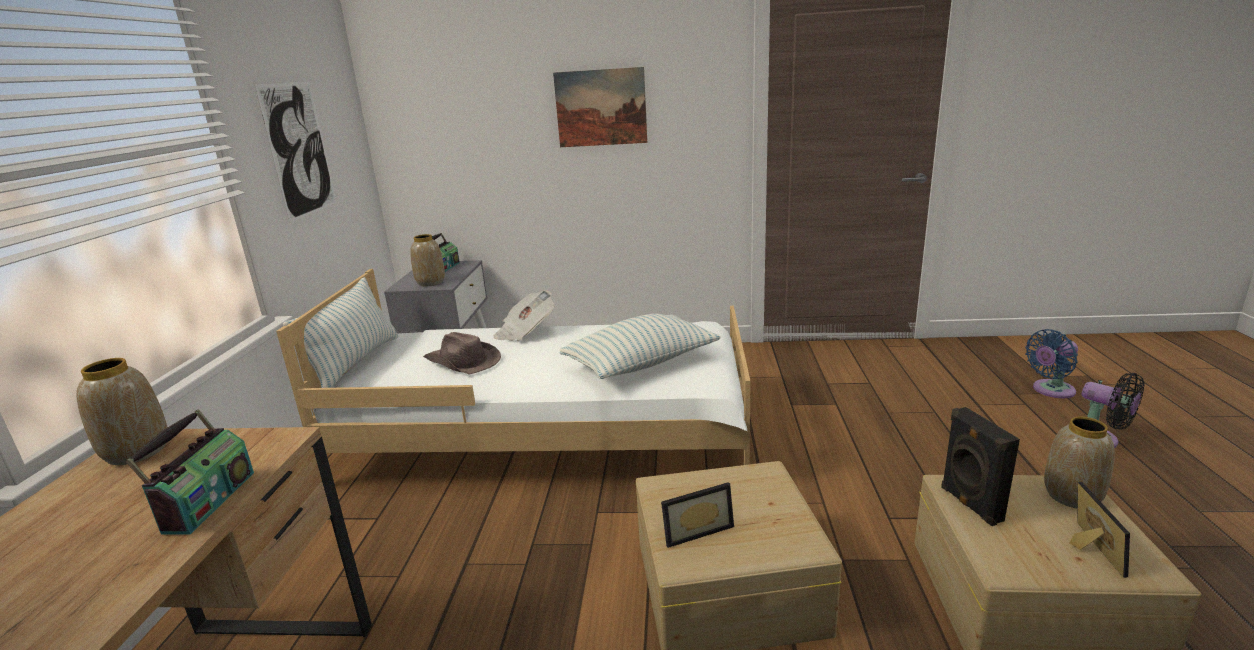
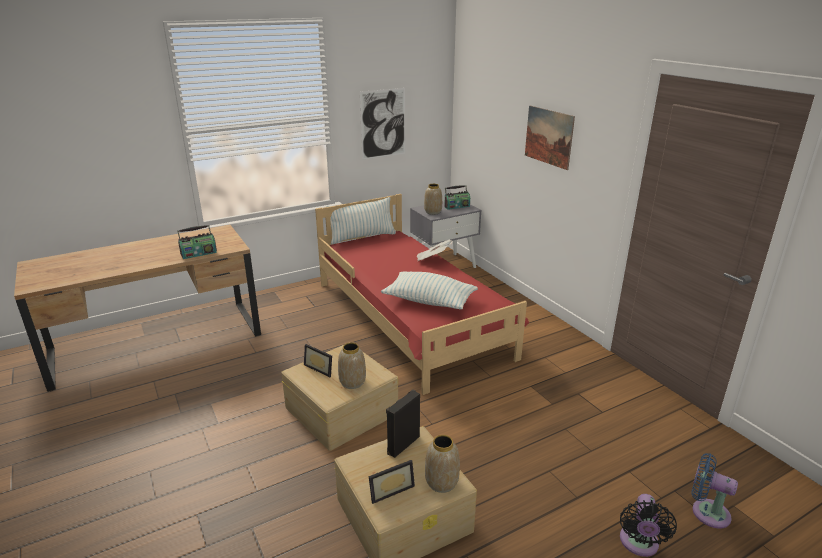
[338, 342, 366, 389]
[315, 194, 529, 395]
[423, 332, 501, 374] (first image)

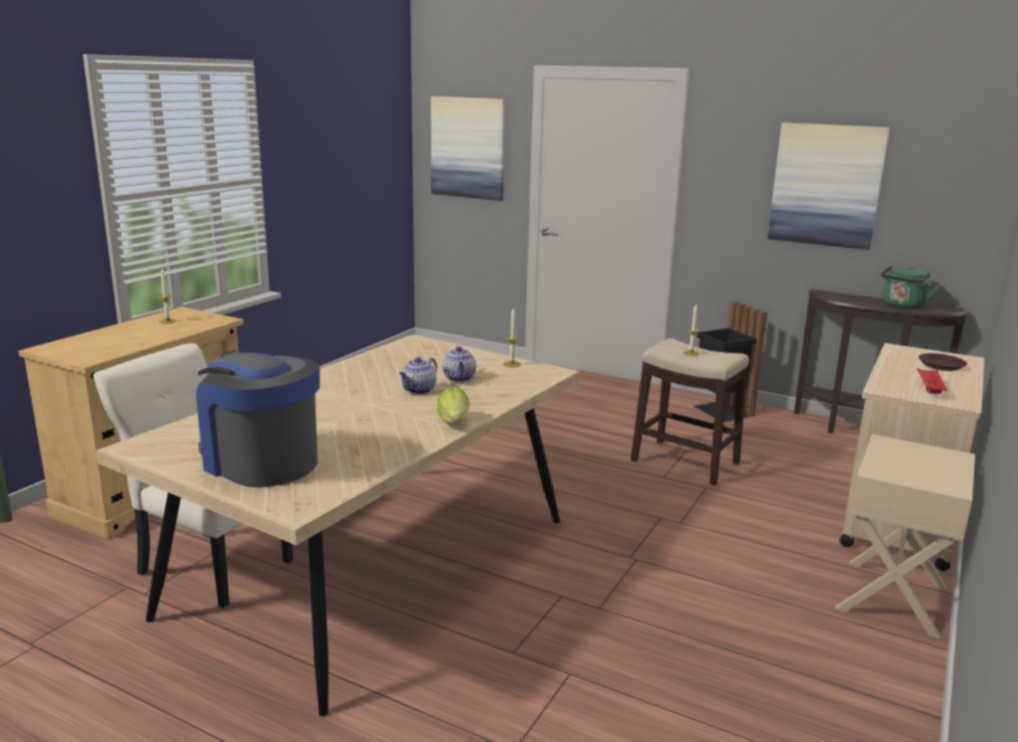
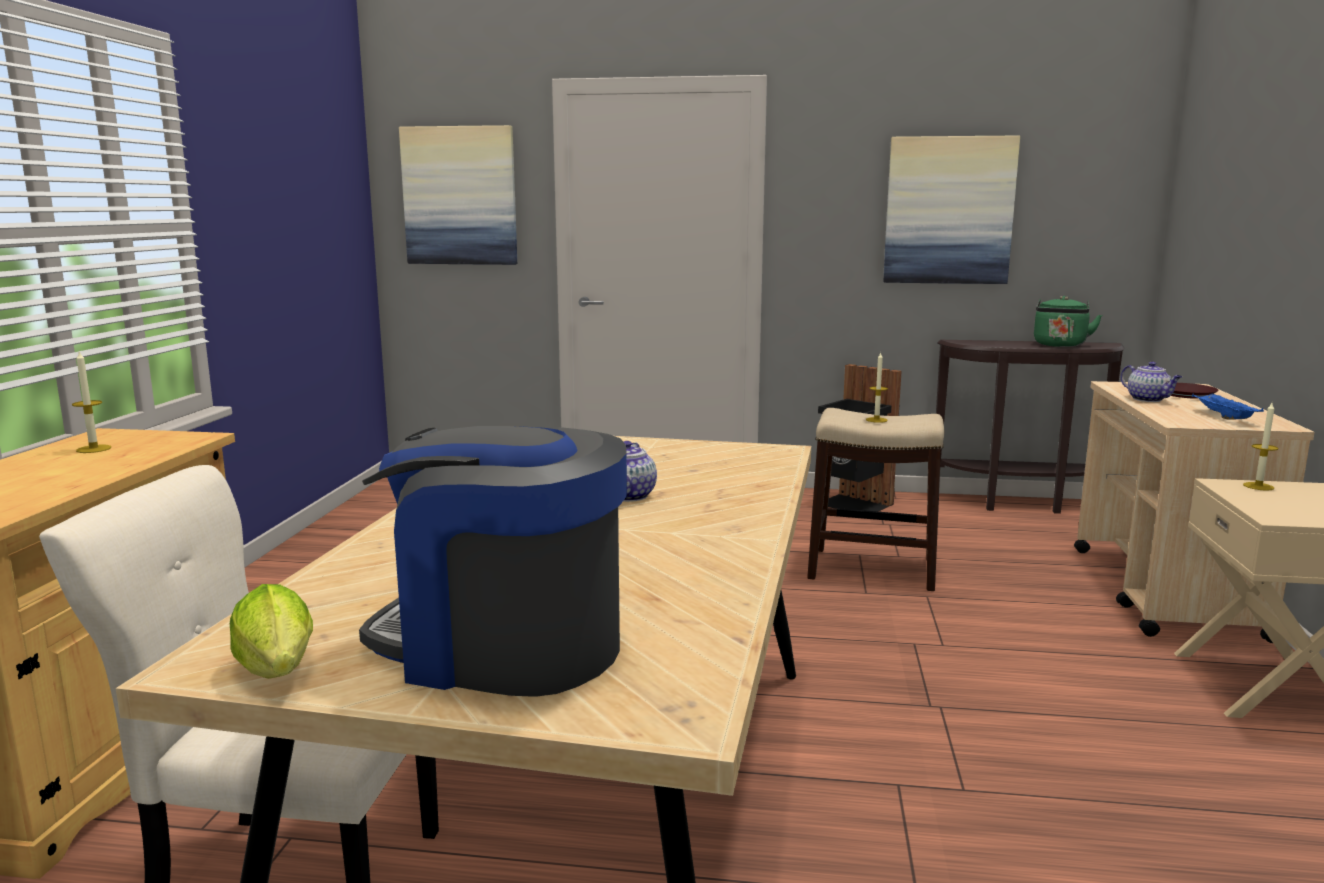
[230, 584, 313, 679]
[1121, 361, 1182, 402]
[1243, 403, 1278, 491]
[1192, 393, 1264, 420]

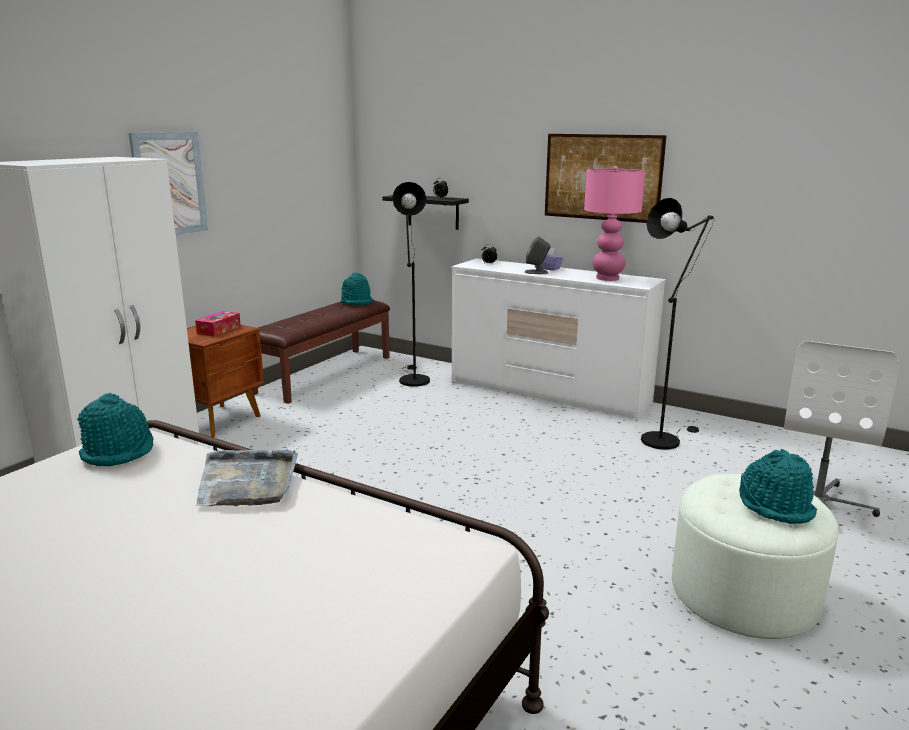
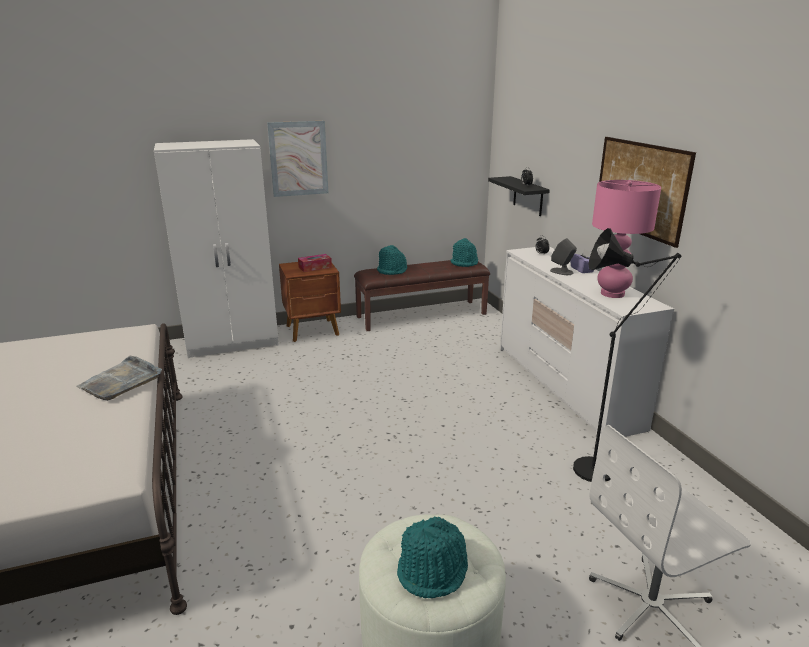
[377, 245, 407, 275]
[392, 182, 430, 387] (first image)

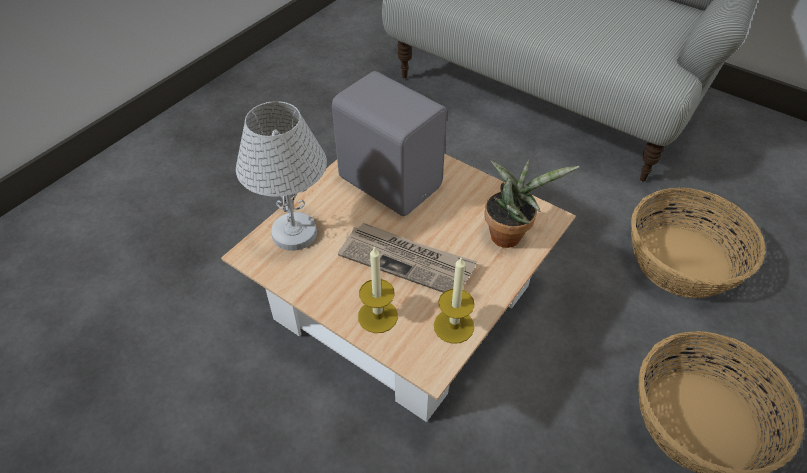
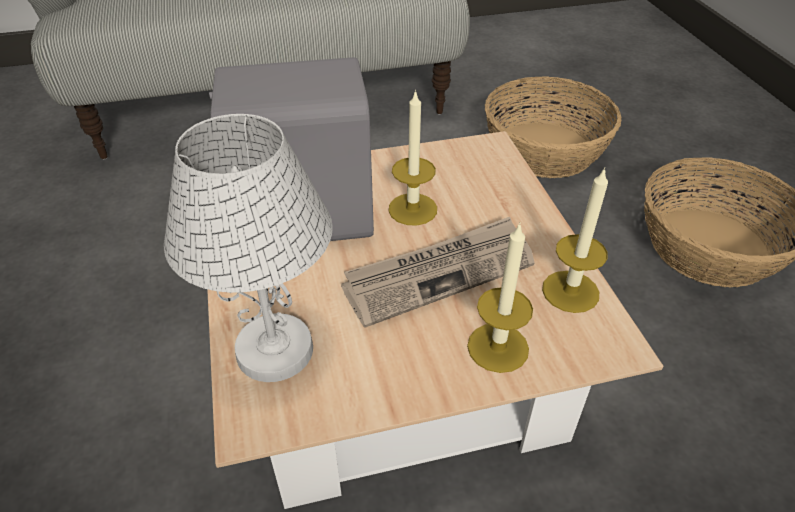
[484, 160, 579, 248] (first image)
[388, 90, 437, 226]

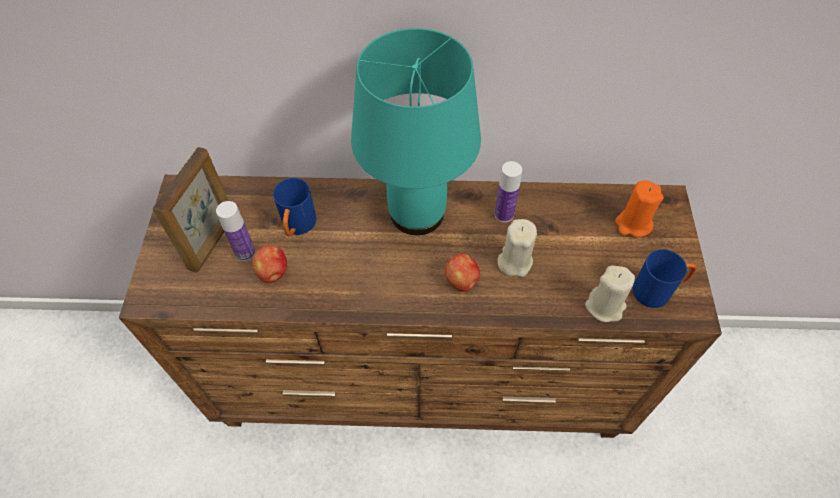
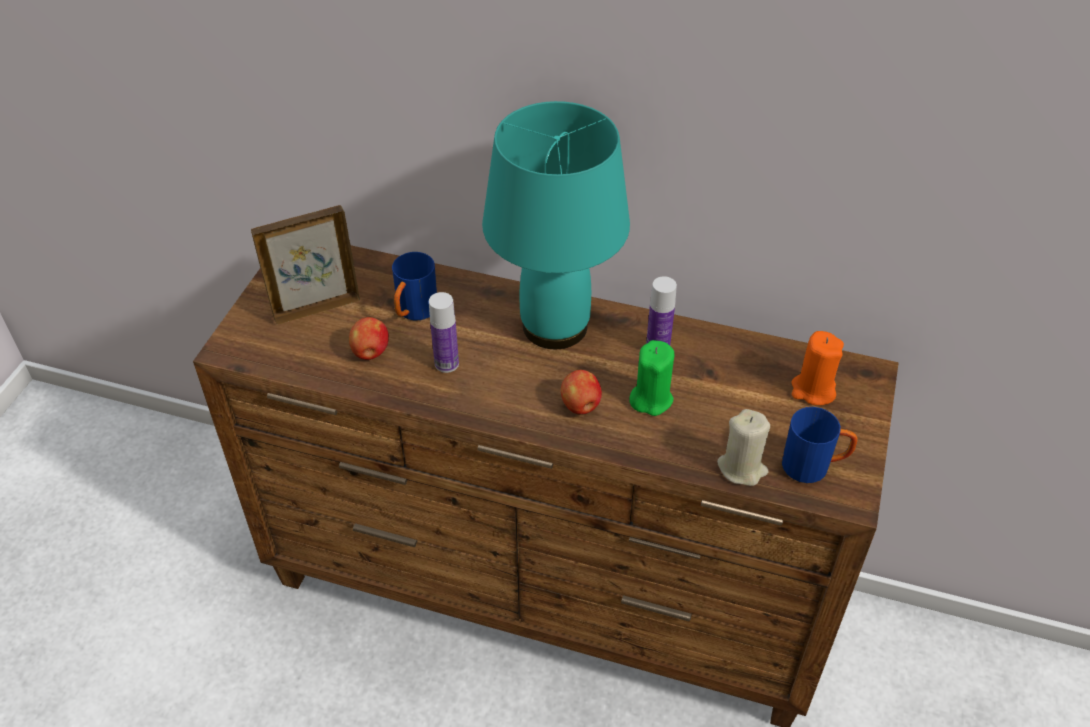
[251, 205, 360, 325]
[429, 292, 459, 373]
[629, 340, 674, 416]

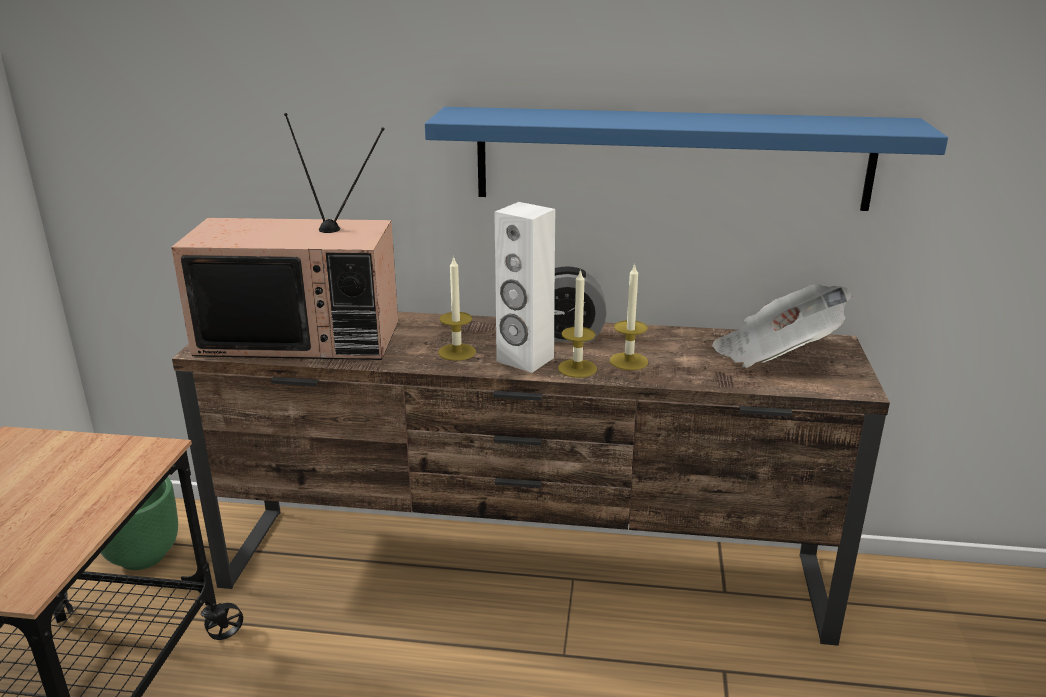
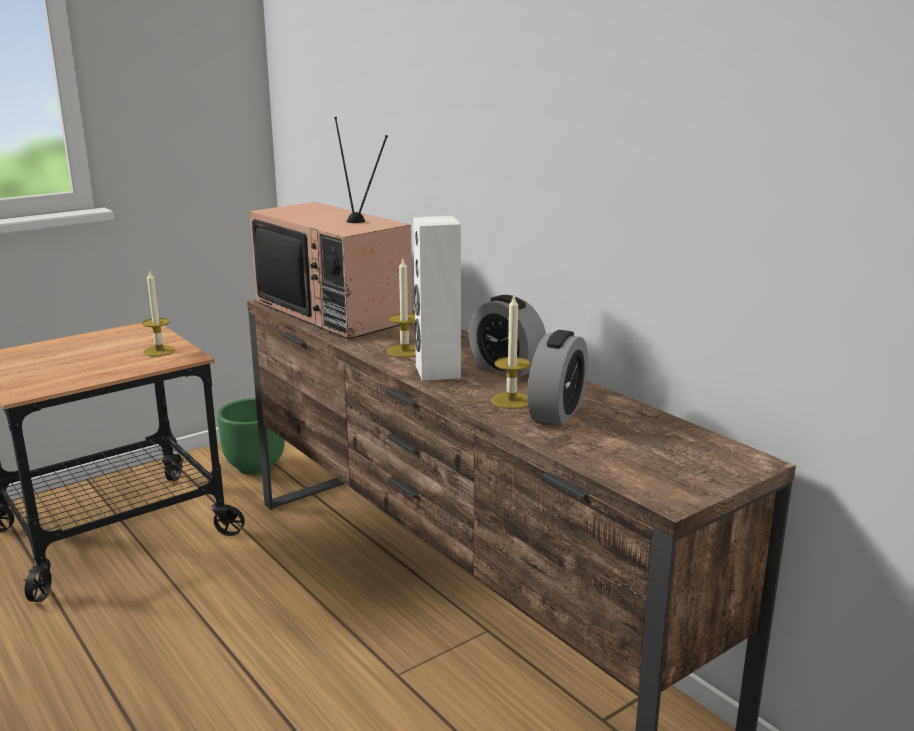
[425, 107, 948, 211] (first image)
[142, 269, 176, 356]
[712, 284, 853, 368] (first image)
[527, 330, 588, 426]

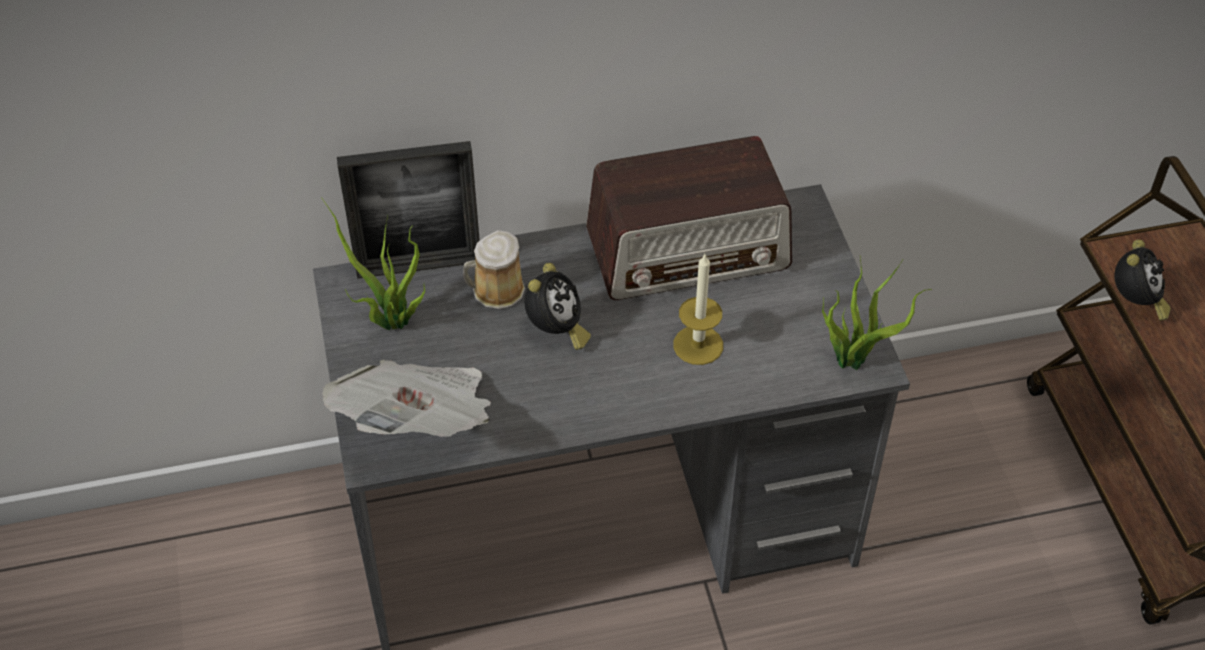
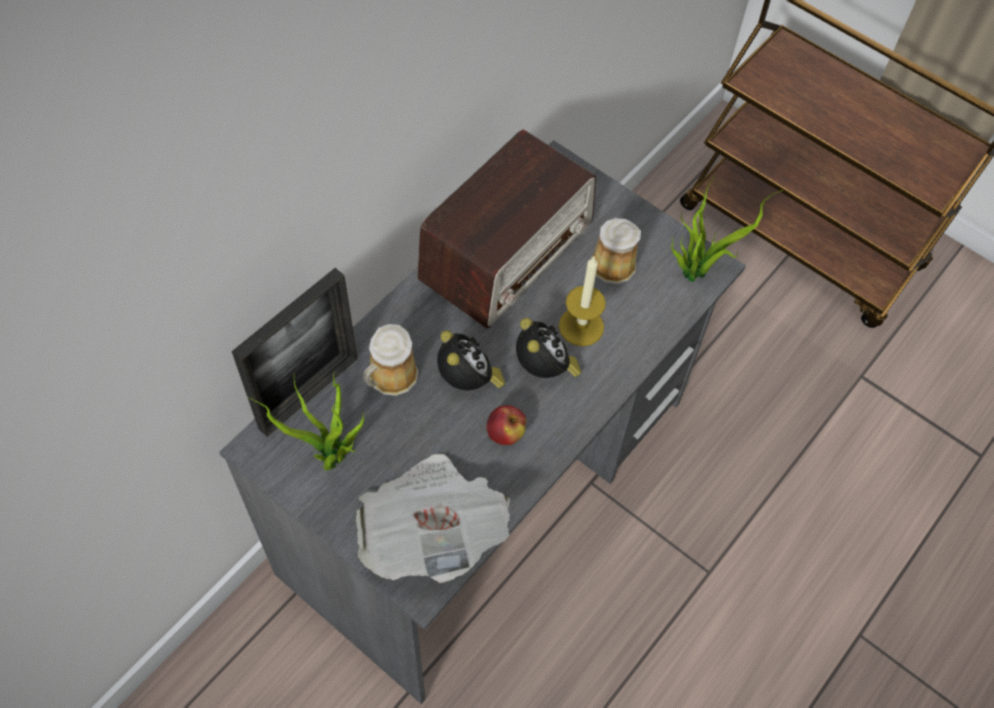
[516, 318, 581, 378]
[486, 405, 526, 445]
[591, 218, 641, 284]

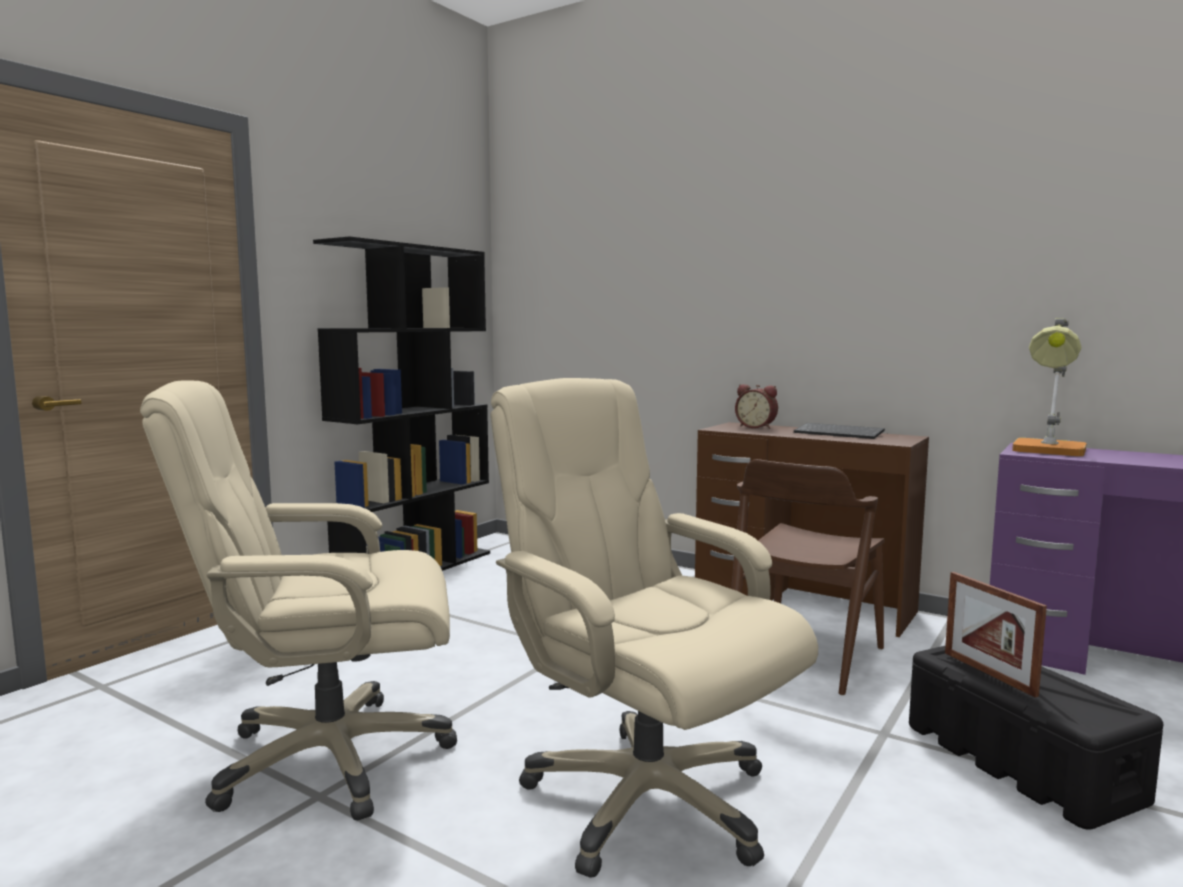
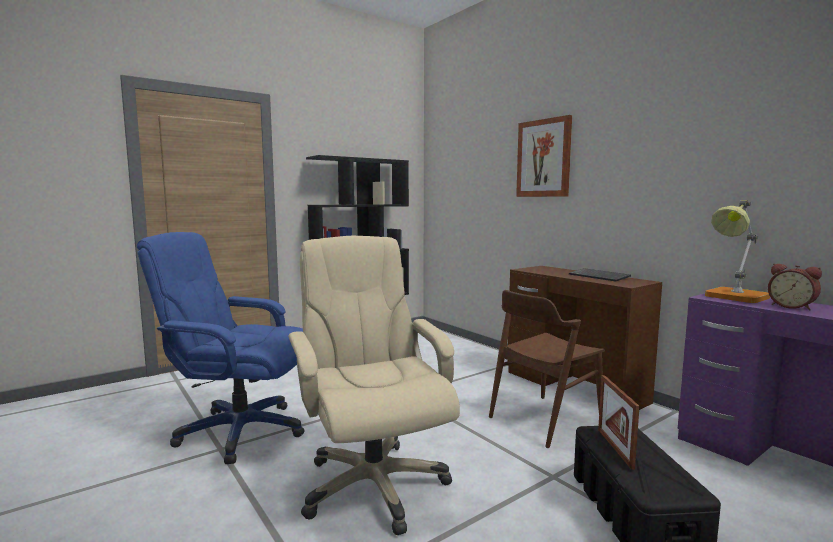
[137, 232, 305, 464]
[768, 263, 822, 310]
[516, 115, 572, 197]

